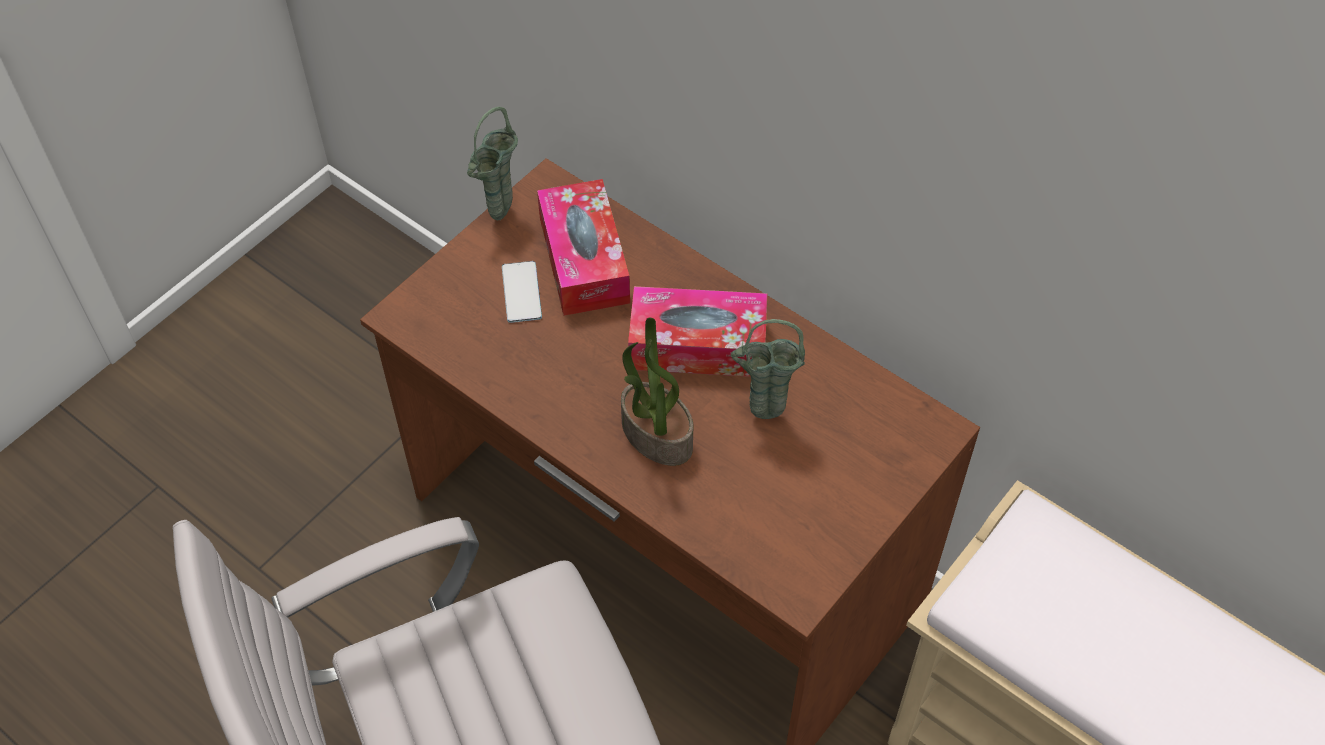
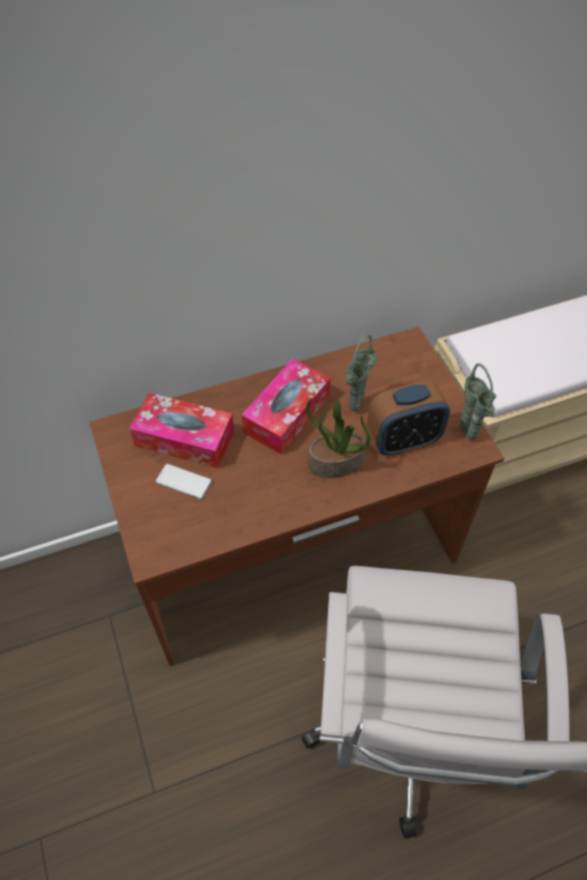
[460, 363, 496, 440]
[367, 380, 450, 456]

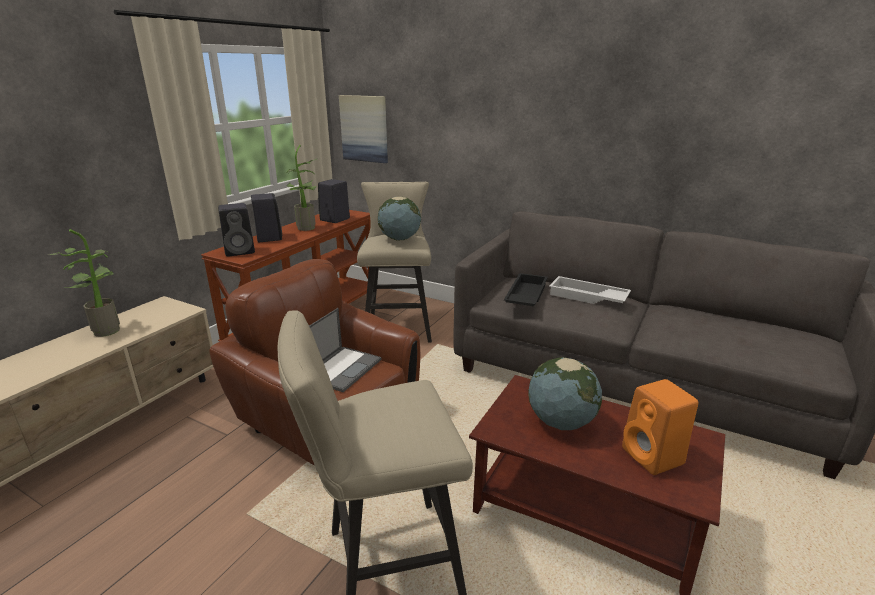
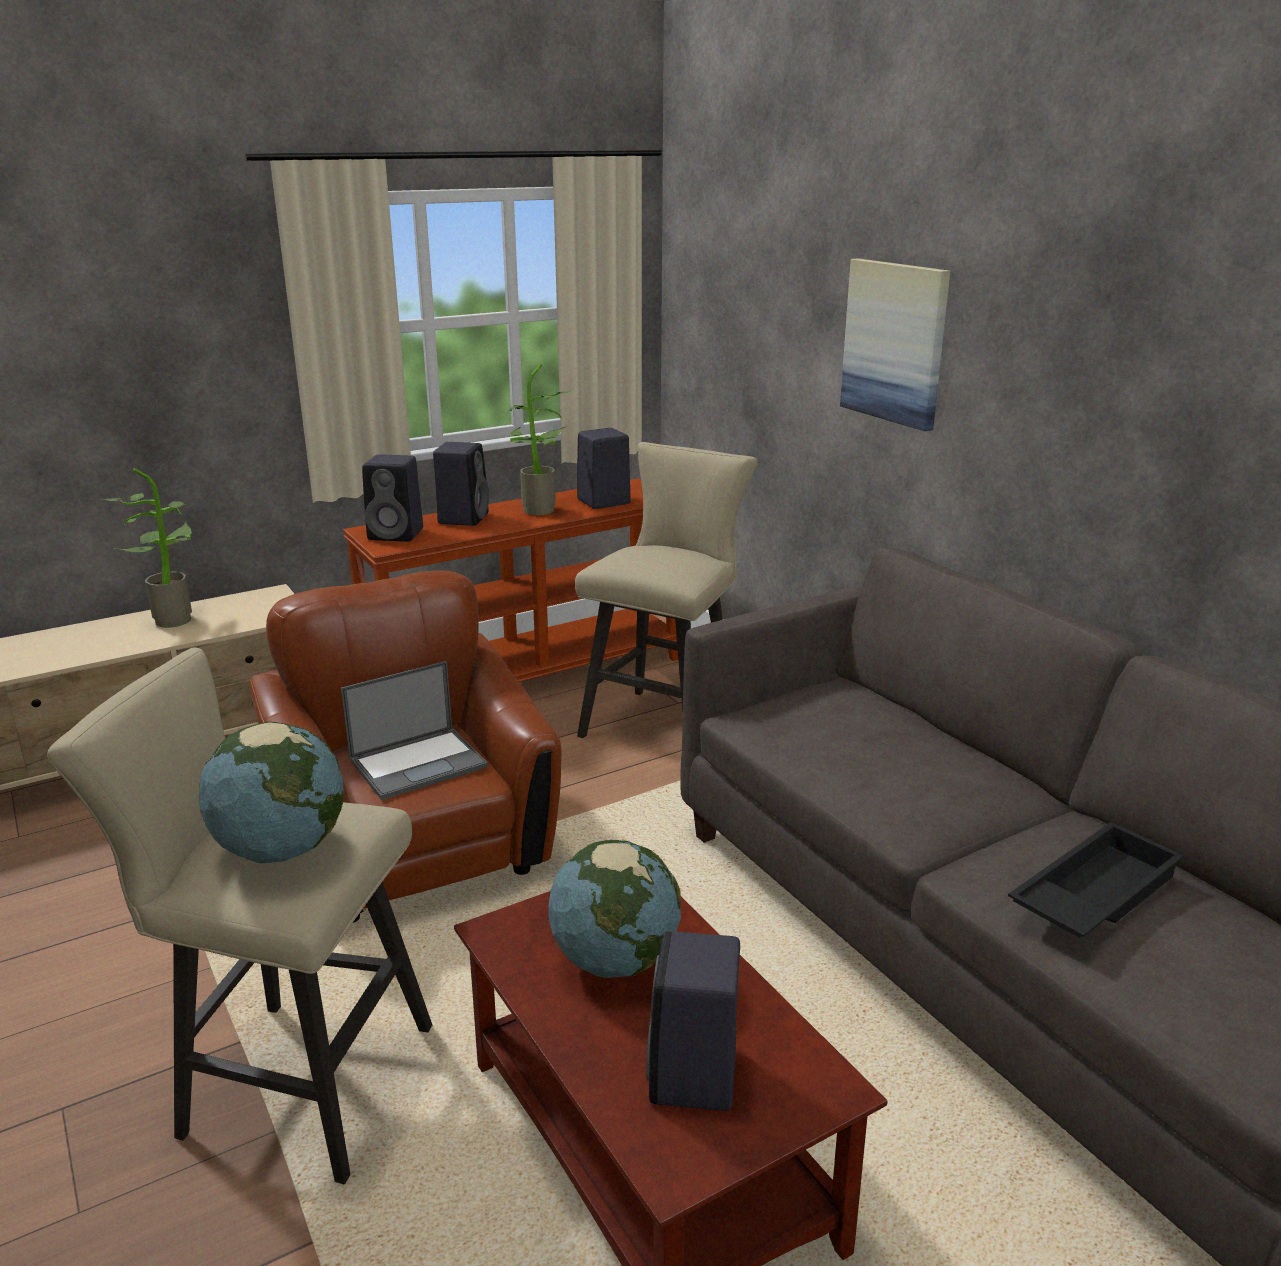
[840, 258, 951, 431]
[199, 722, 344, 863]
[1008, 822, 1184, 938]
[549, 276, 631, 304] (first image)
[646, 931, 740, 1111]

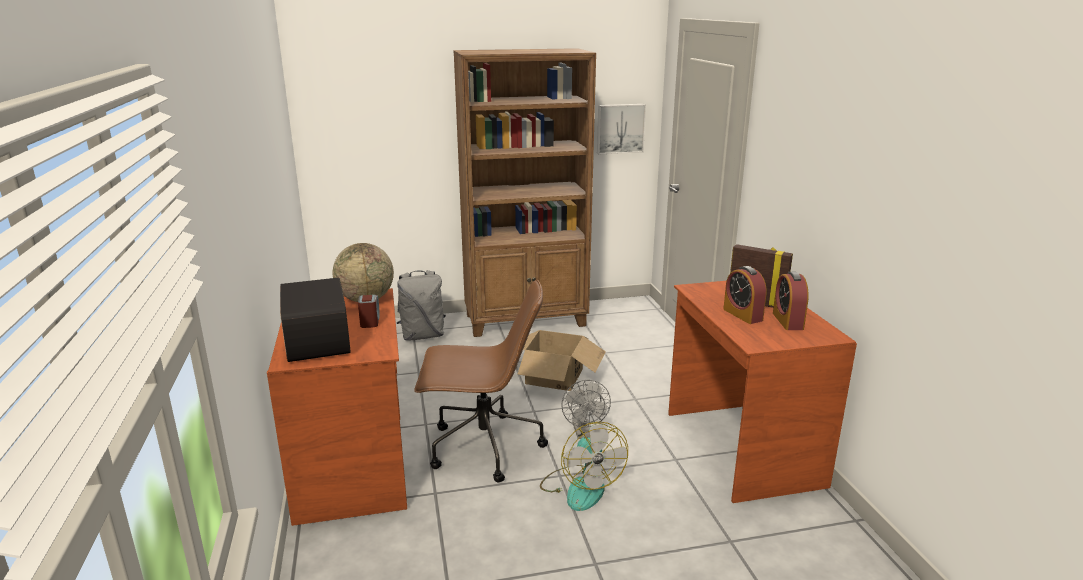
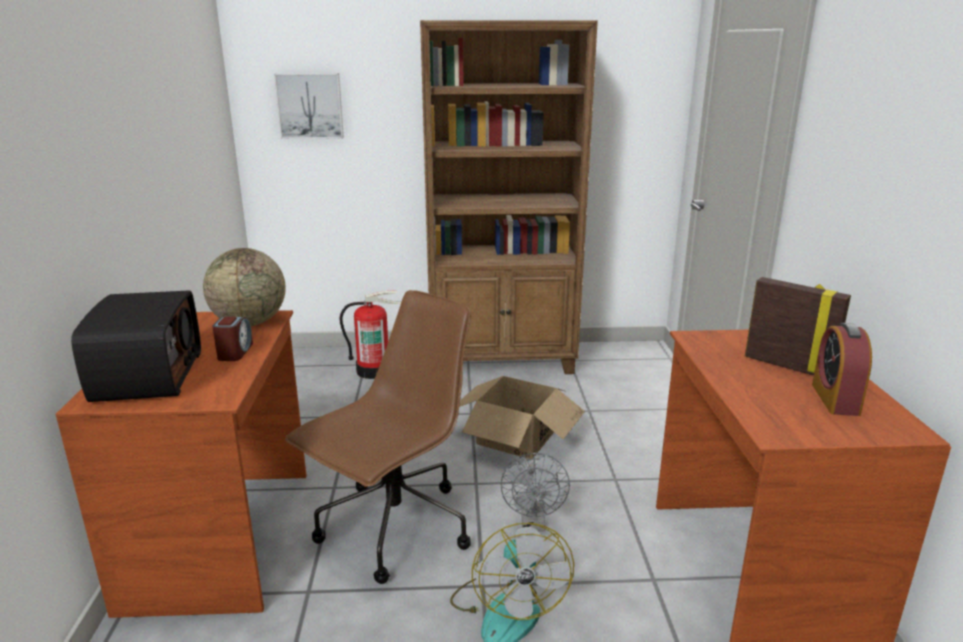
[340, 291, 401, 379]
[285, 290, 471, 584]
[274, 73, 344, 139]
[723, 266, 767, 324] (first image)

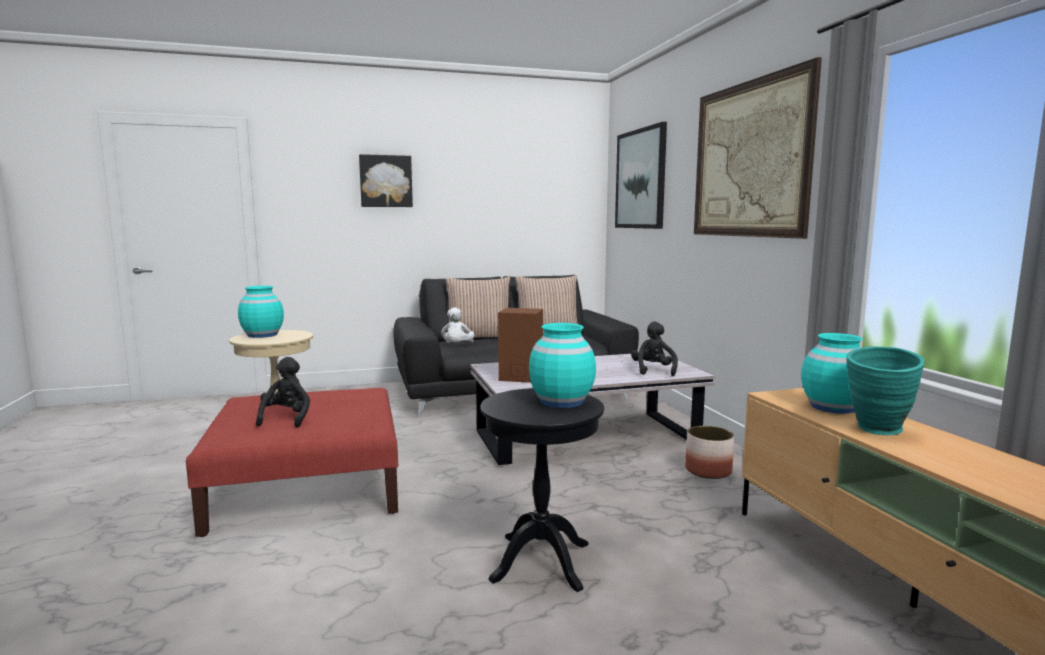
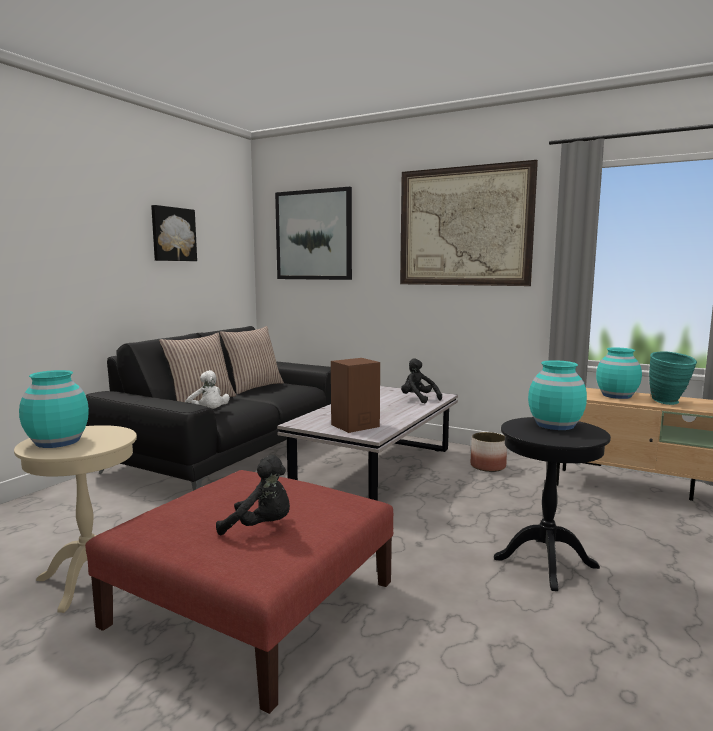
[216, 455, 290, 535]
[151, 205, 197, 261]

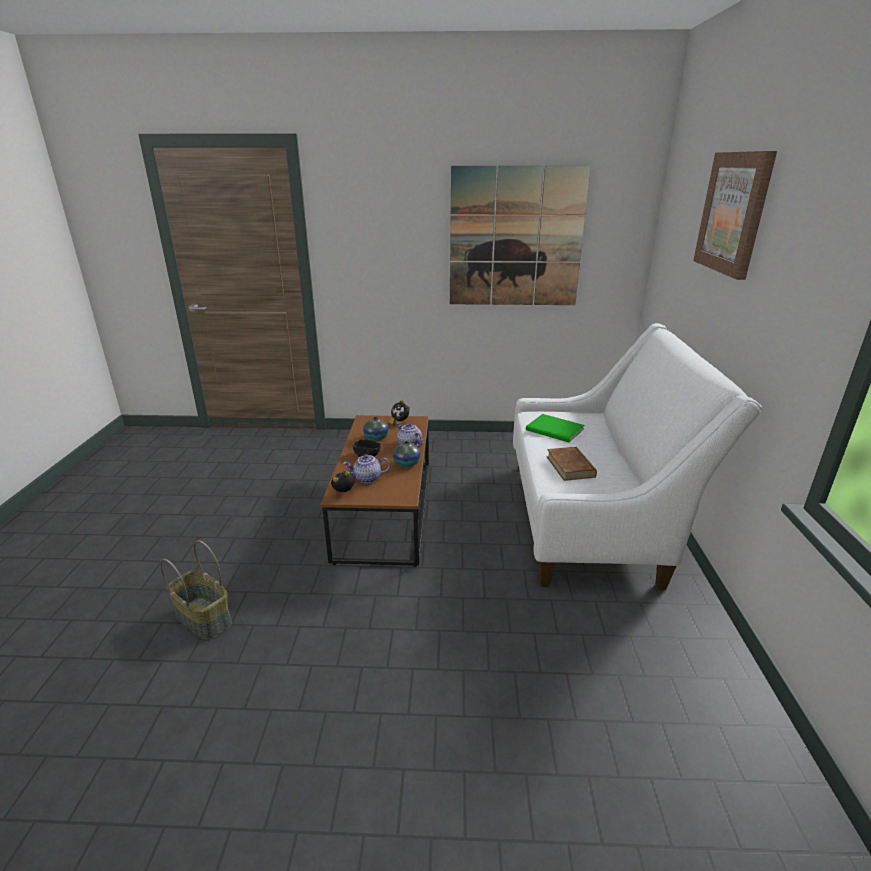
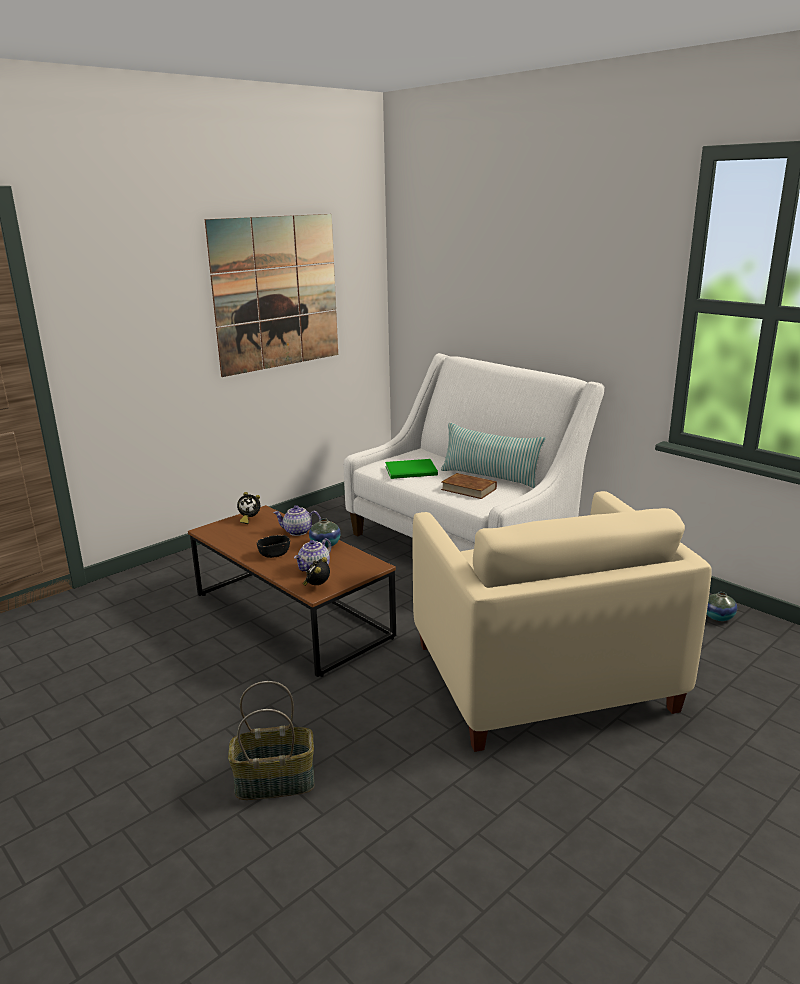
[707, 592, 737, 621]
[693, 151, 777, 280] (first image)
[412, 491, 712, 752]
[441, 423, 545, 488]

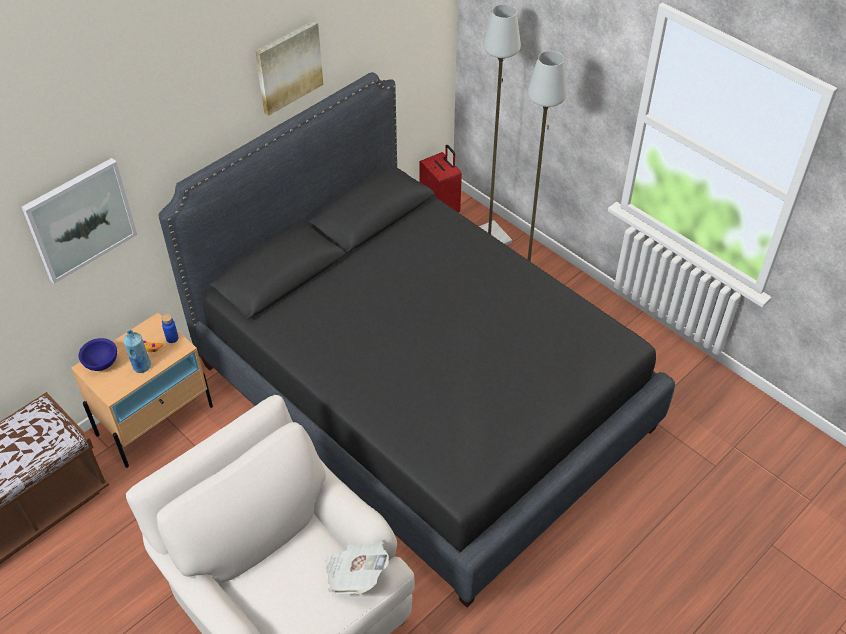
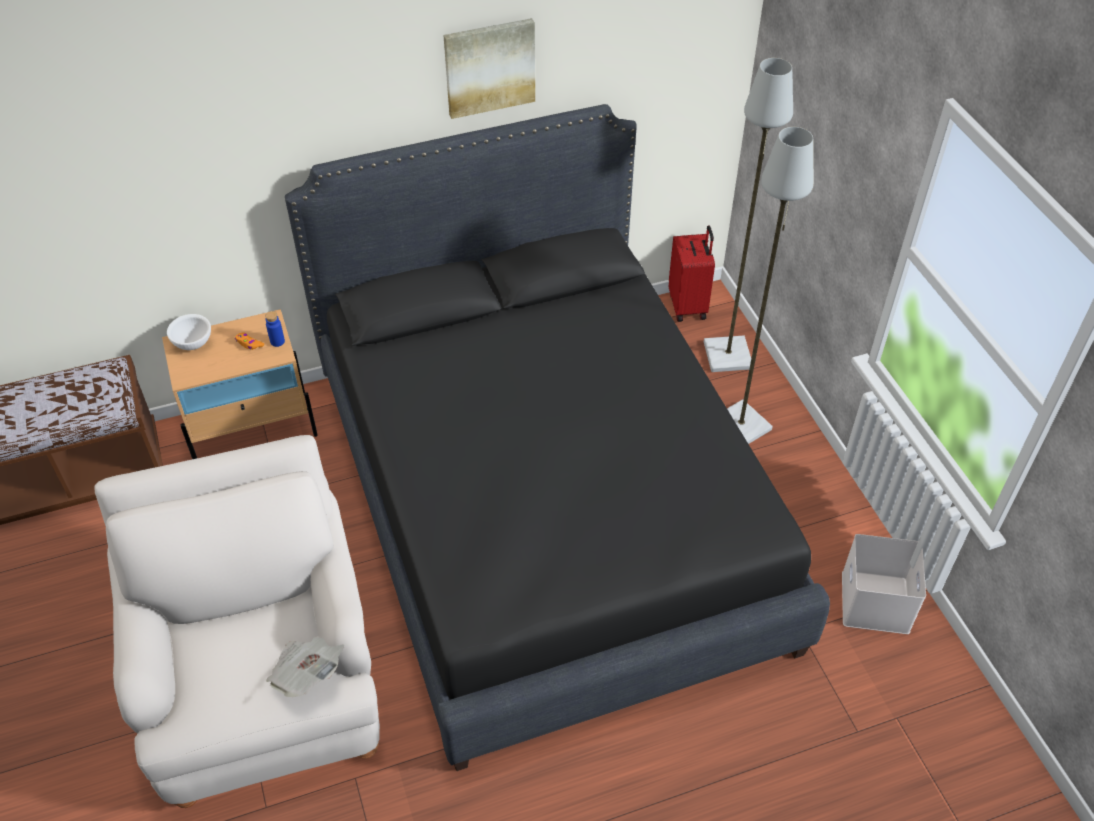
[22, 158, 137, 284] (first image)
[167, 314, 211, 350]
[123, 330, 151, 373] (first image)
[842, 534, 926, 634]

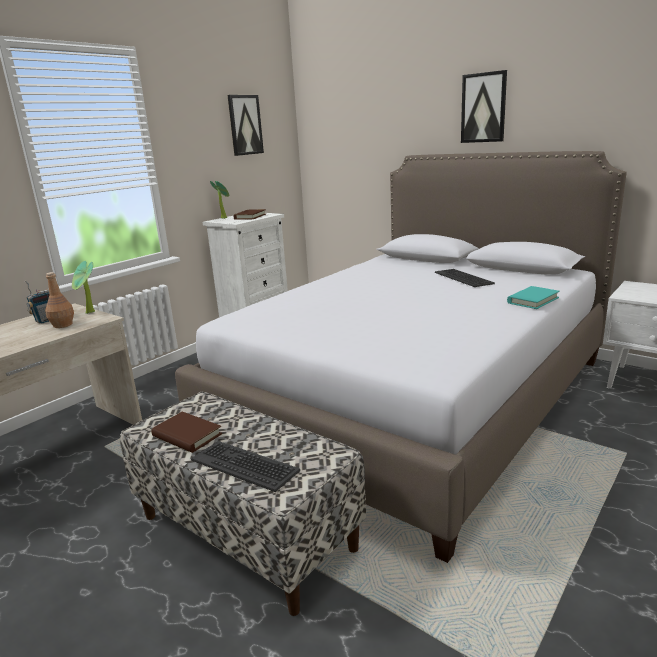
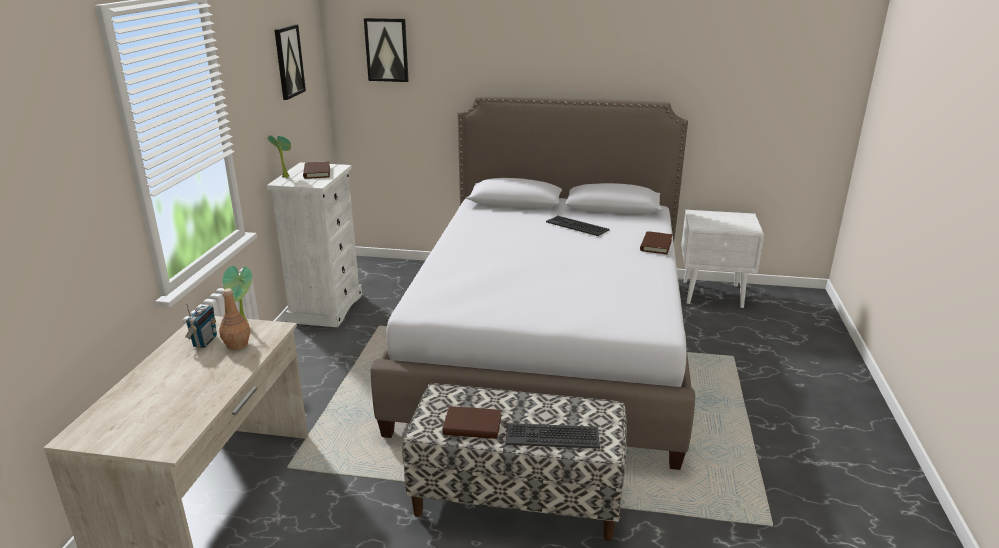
[364, 18, 409, 82]
[640, 231, 673, 254]

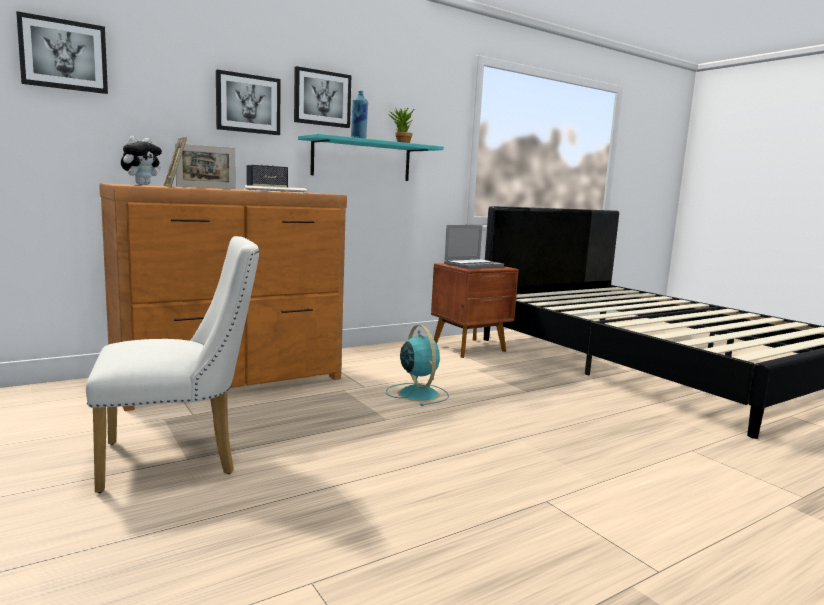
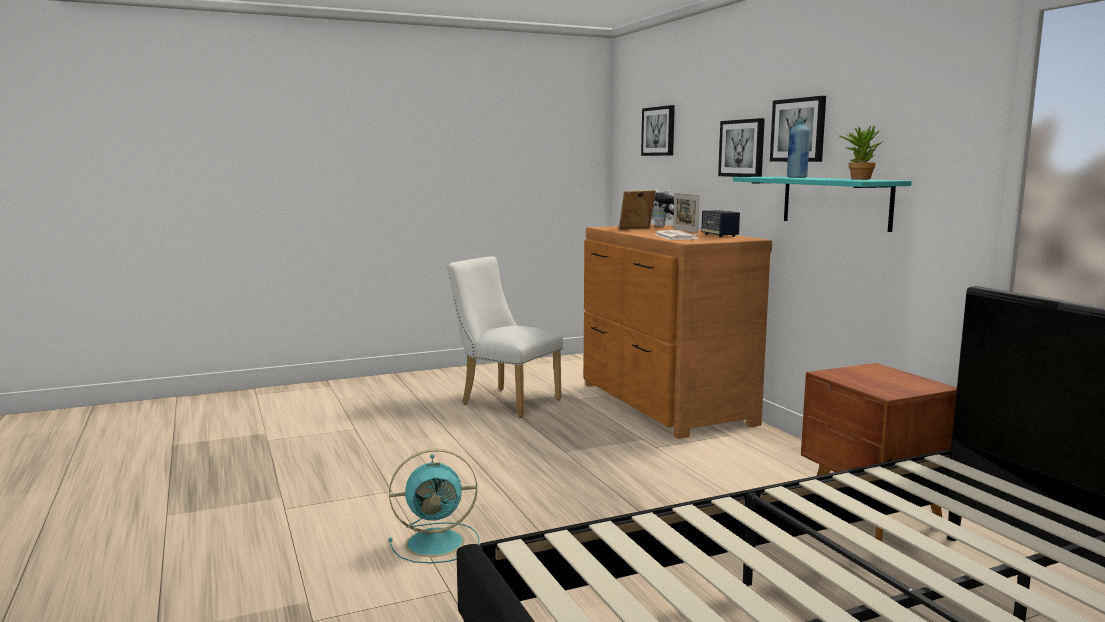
[447, 256, 563, 418]
[388, 449, 479, 563]
[444, 225, 504, 269] (first image)

